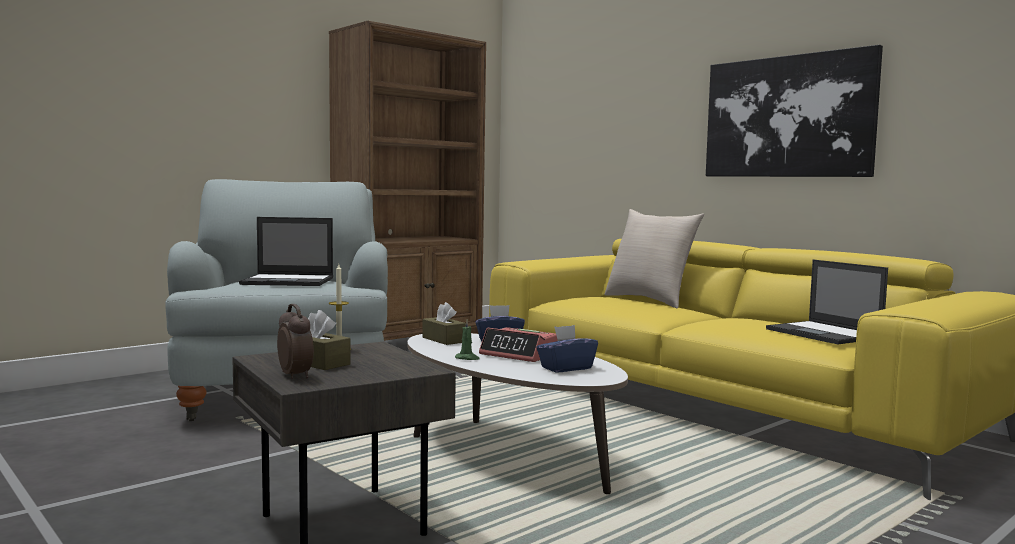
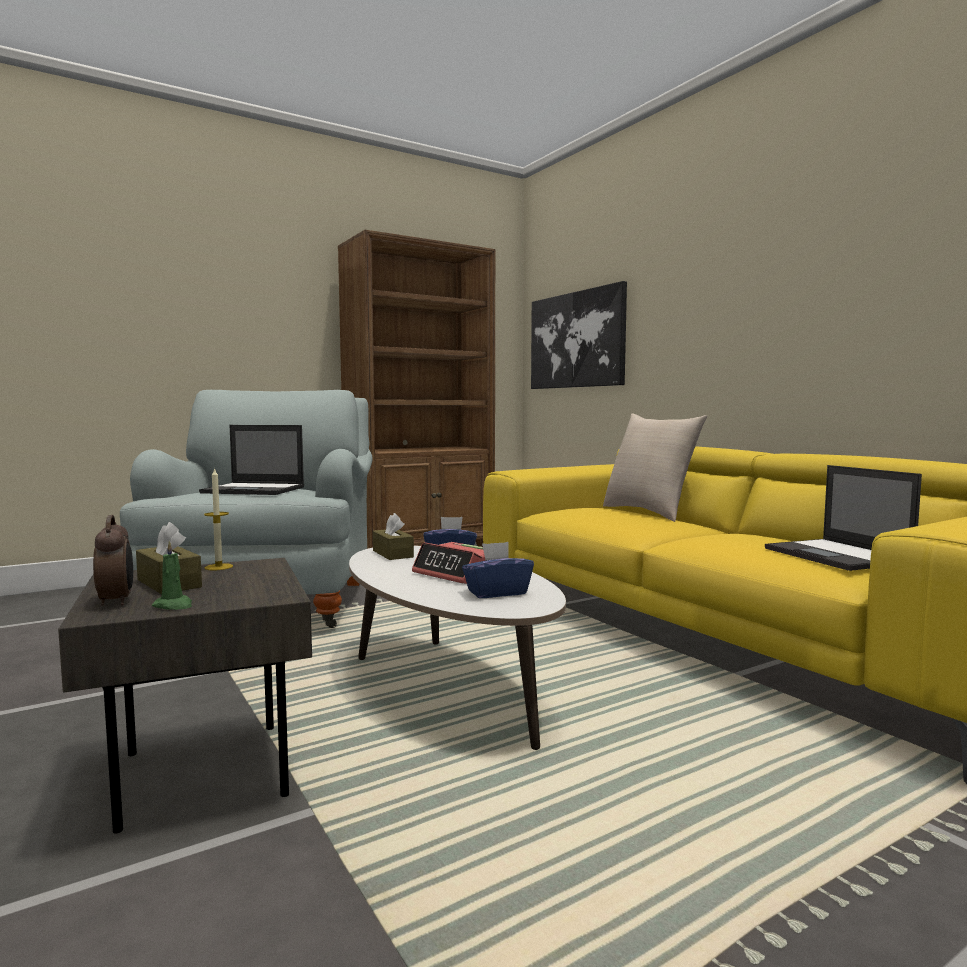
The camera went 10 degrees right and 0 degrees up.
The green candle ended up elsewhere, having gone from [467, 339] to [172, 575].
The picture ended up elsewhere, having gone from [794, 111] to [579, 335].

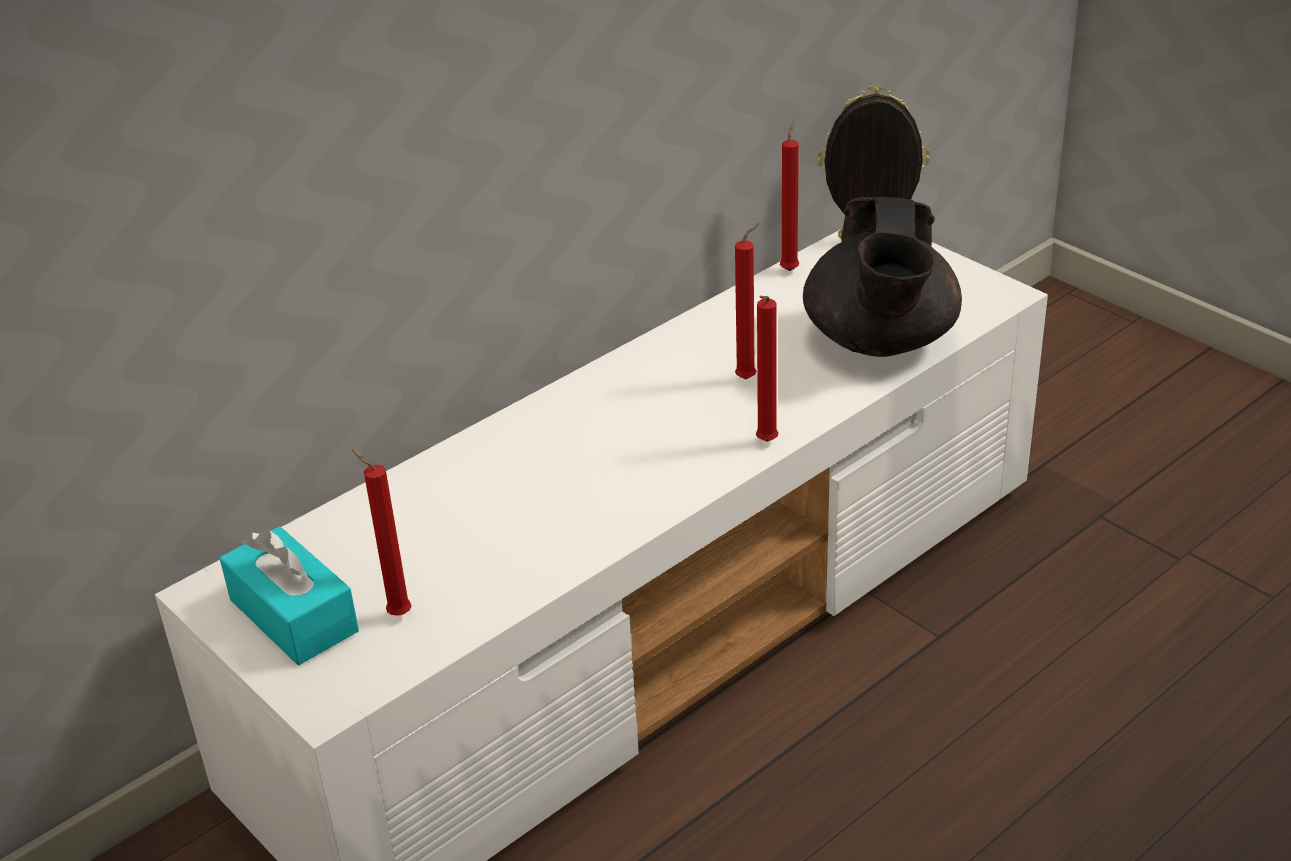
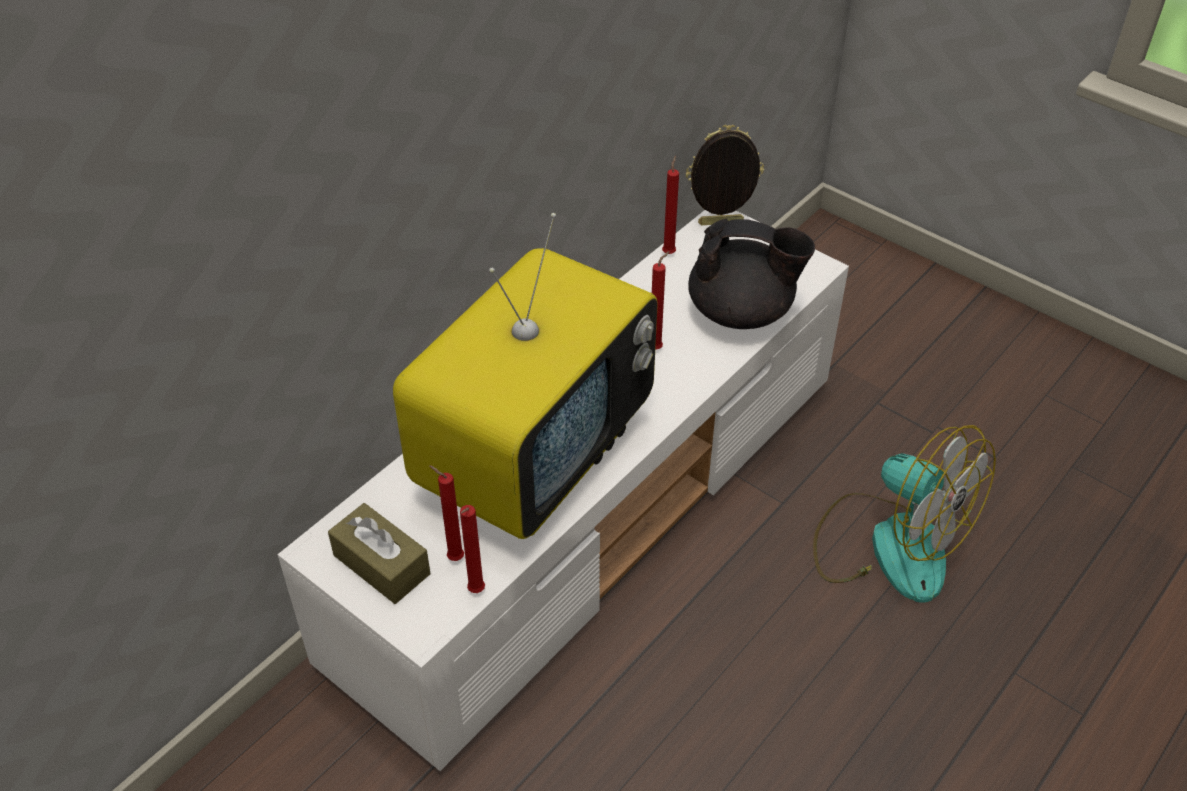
The camera went 10 degrees left and 10 degrees up.
The second view gained the television at [525, 376].
The second view gained the fan at [904, 514].
The red candle ended up elsewhere, having gone from [767, 369] to [472, 549].
What was the turquoise tissue box at [289, 595] turned into the brown tissue box at [379, 553].
The black teapot at [882, 277] ended up facing another way, 75 degrees counterclockwise from before.

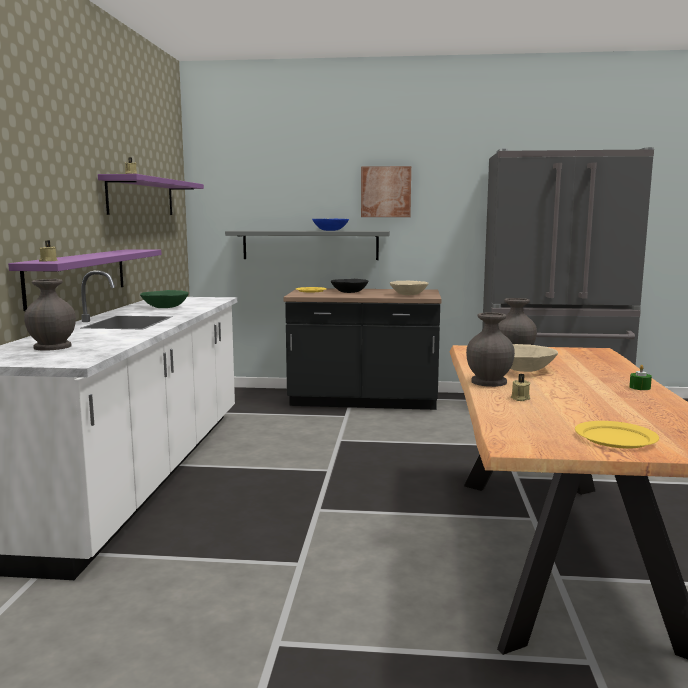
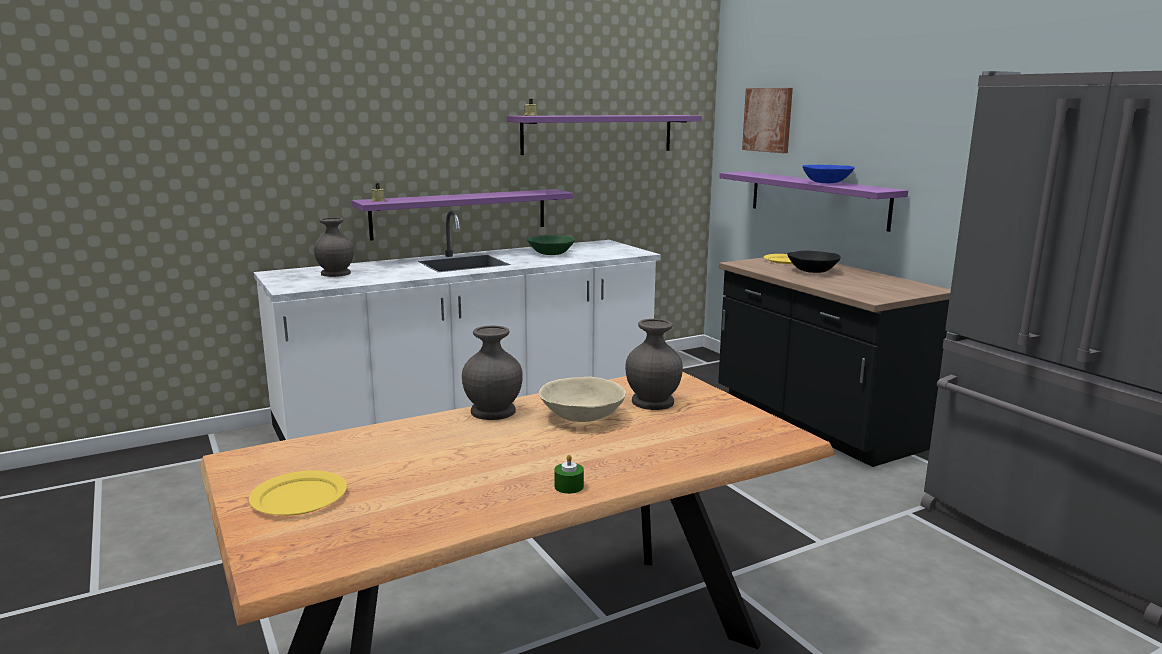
The camera went 55 degrees right and 5 degrees up.
The second view lost the beige bowl at [409, 288].
The second view lost the beige candle at [520, 387].
The picture ended up elsewhere, having gone from [386, 191] to [767, 120].
What was the grey shelf at [307, 245] turned into the purple shelf at [813, 201].

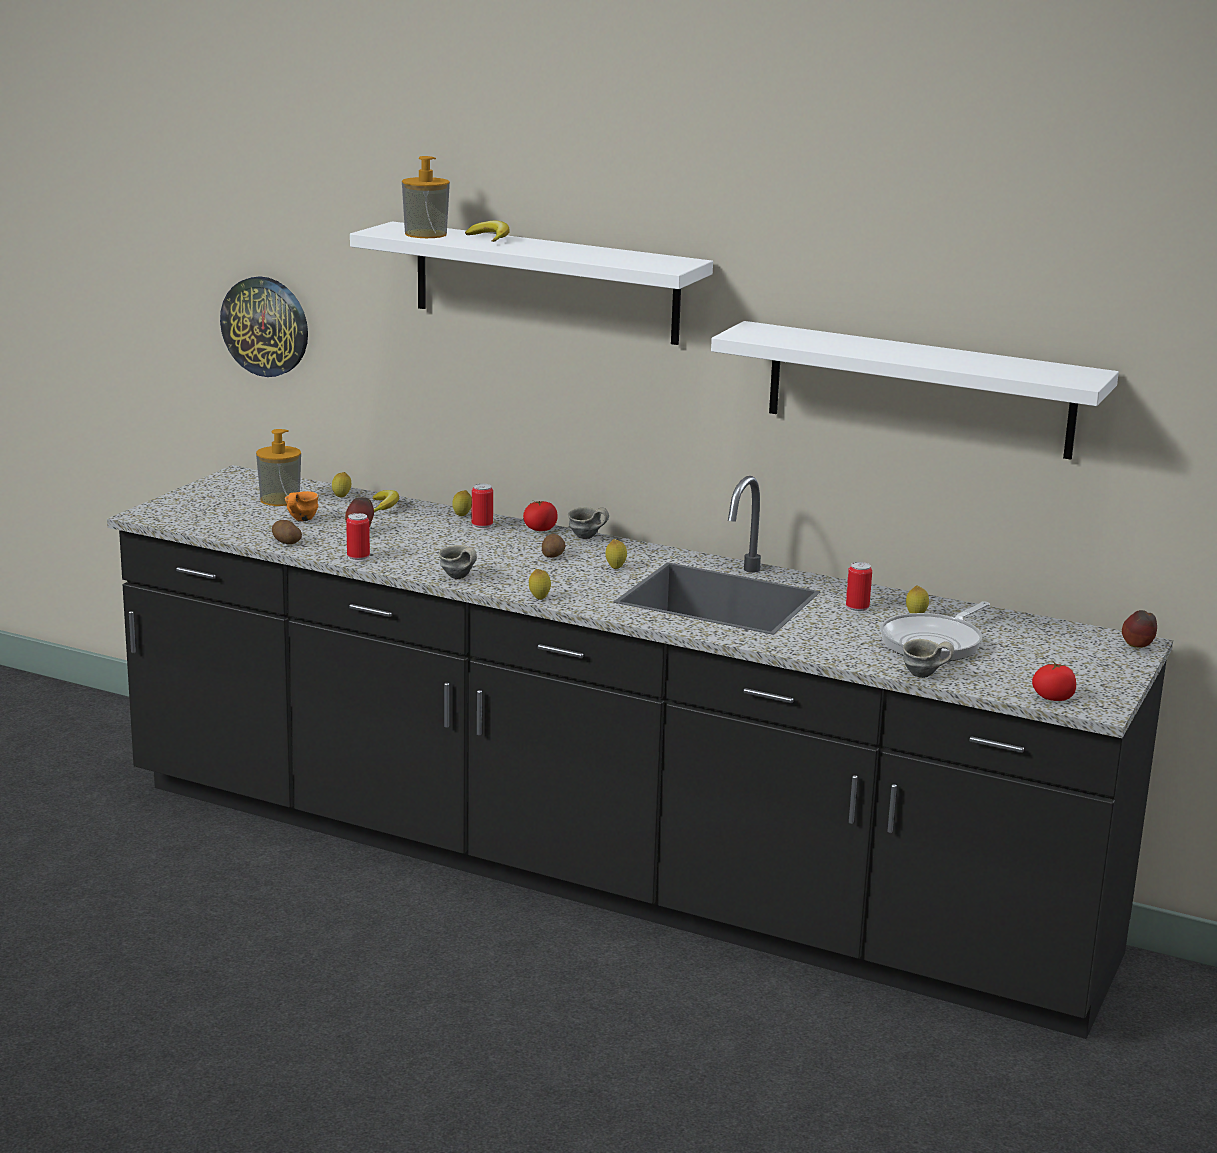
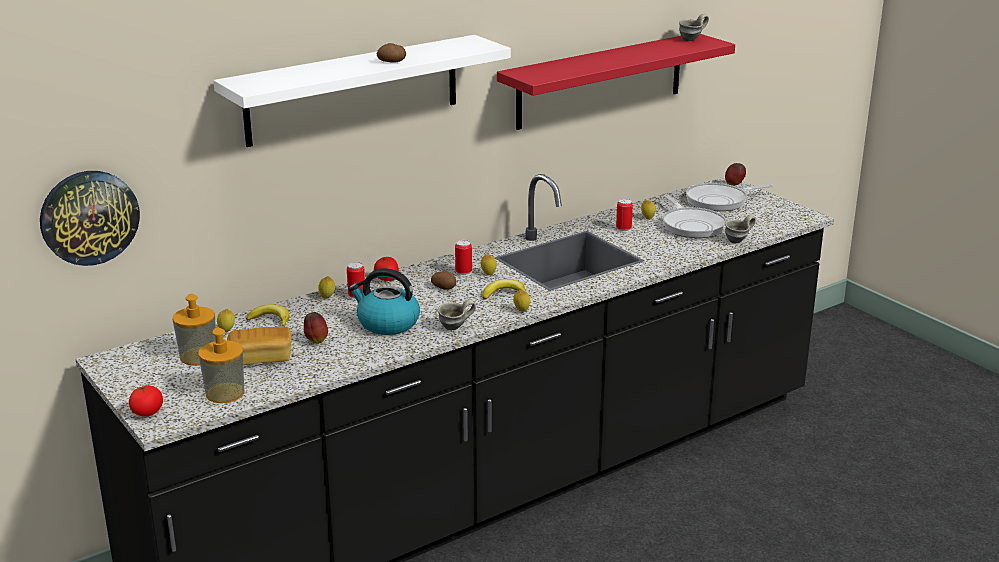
The camera went 60 degrees left and 5 degrees up.
The second view gained the kettle at [384, 301].
The second view gained the frying pan at [729, 197].
The potato ended up elsewhere, having gone from [287, 532] to [391, 53].
The can ended up elsewhere, having gone from [358, 537] to [463, 258].
The soap dispenser ended up elsewhere, having gone from [426, 197] to [221, 365].
The banana ended up elsewhere, having gone from [487, 231] to [504, 289].
The grey mug ended up elsewhere, having gone from [588, 523] to [694, 27].
The tomato ended up elsewhere, having gone from [1054, 681] to [146, 401].
Where the orange mug stood at [302, 506], the bread came to stand at [259, 346].
What was the white shelf at [915, 390] turned into the red shelf at [616, 82].

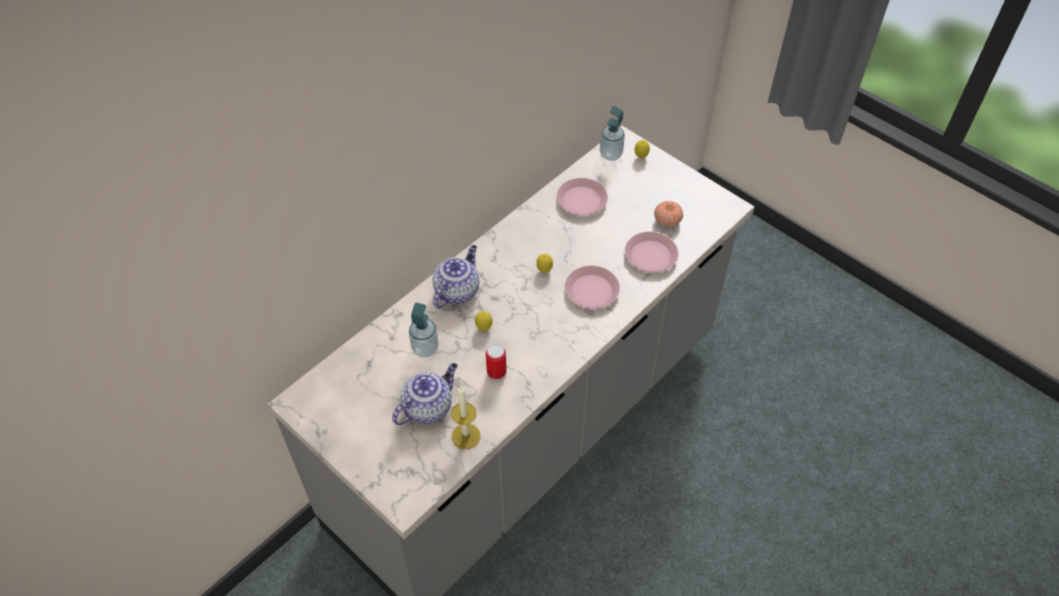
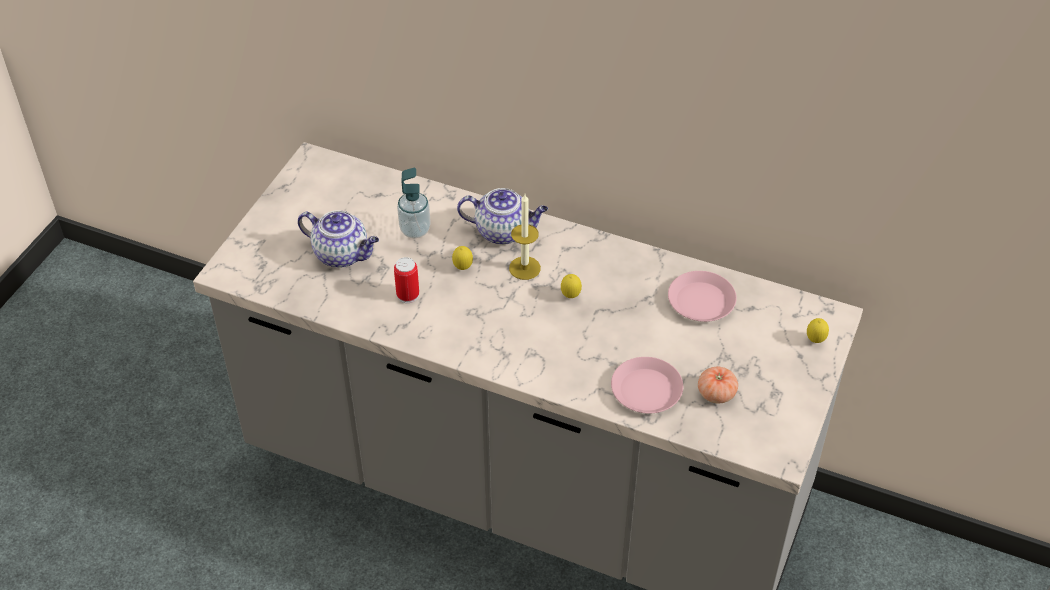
The camera went 70 degrees right and 5 degrees down.
The second view lost the pink plate at [592, 287].
The second view lost the soap dispenser at [612, 133].
The candle ended up elsewhere, having gone from [465, 417] to [525, 237].

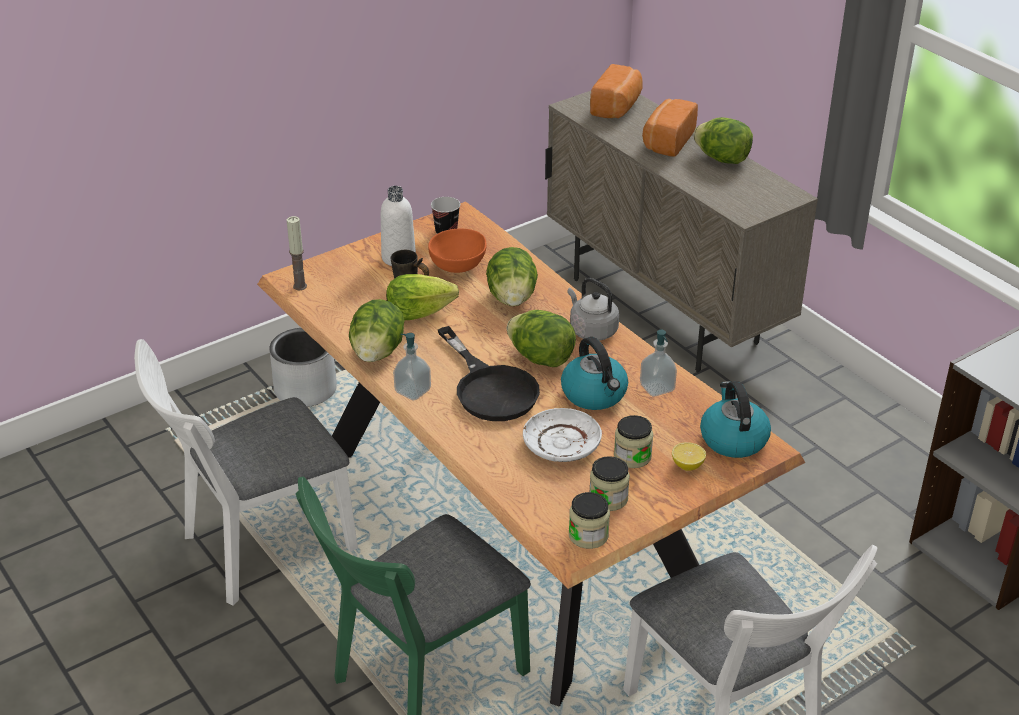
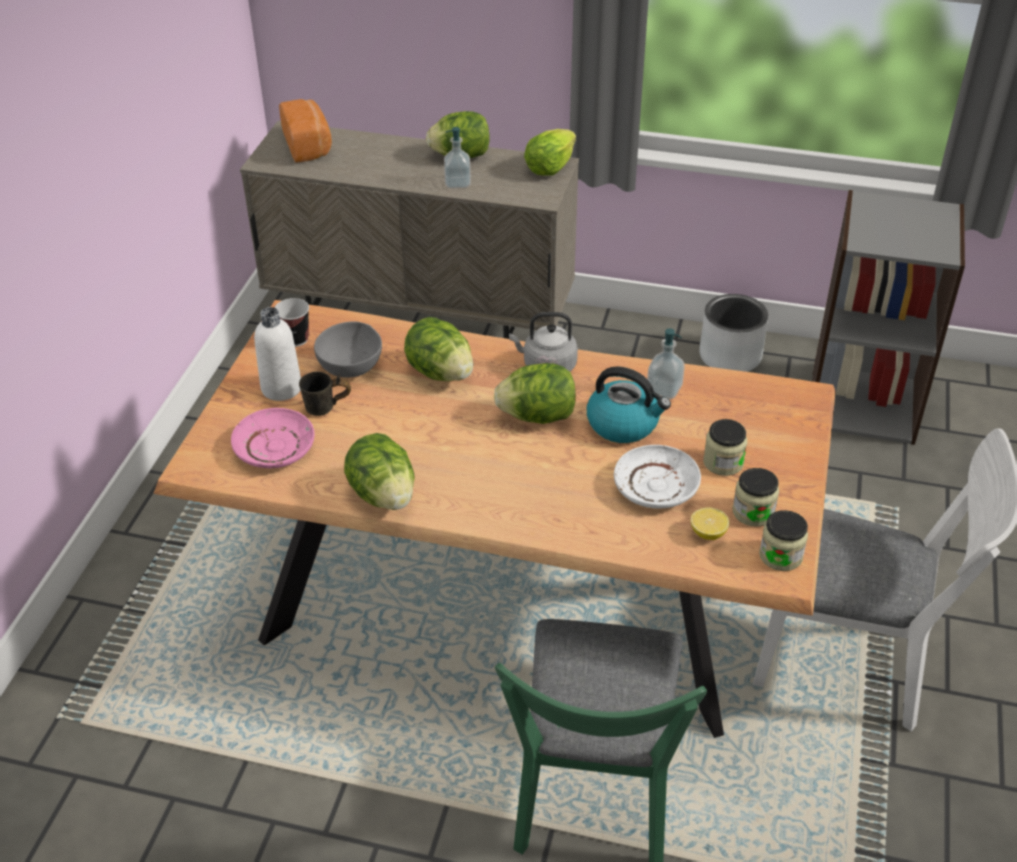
The camera went 40 degrees left and 5 degrees up.
The second view lost the white chair at [246, 472].
The second view lost the candle at [297, 253].
The second view lost the black frying pan at [489, 373].
The second view lost the bread at [670, 128].
The second view lost the kettle at [735, 419].
The second view gained the pink plate at [272, 438].
The grey planter ended up elsewhere, having gone from [303, 367] to [733, 333].
The lettuce ended up elsewhere, having gone from [422, 297] to [550, 152].
The soap dispenser ended up elsewhere, having gone from [412, 366] to [457, 157].
The lemon ended up elsewhere, having gone from [689, 456] to [710, 523].
What was the orange bowl at [457, 250] turned into the grey bowl at [348, 349].

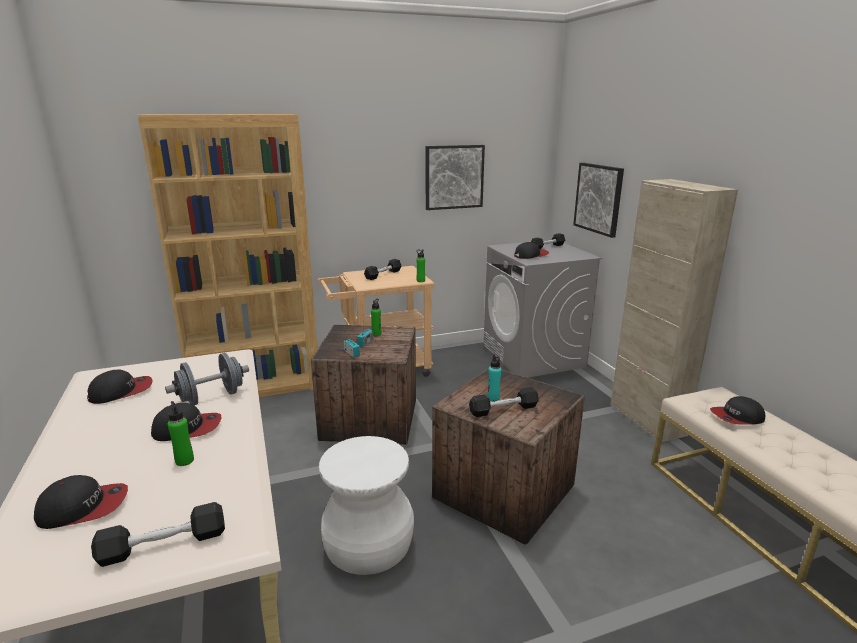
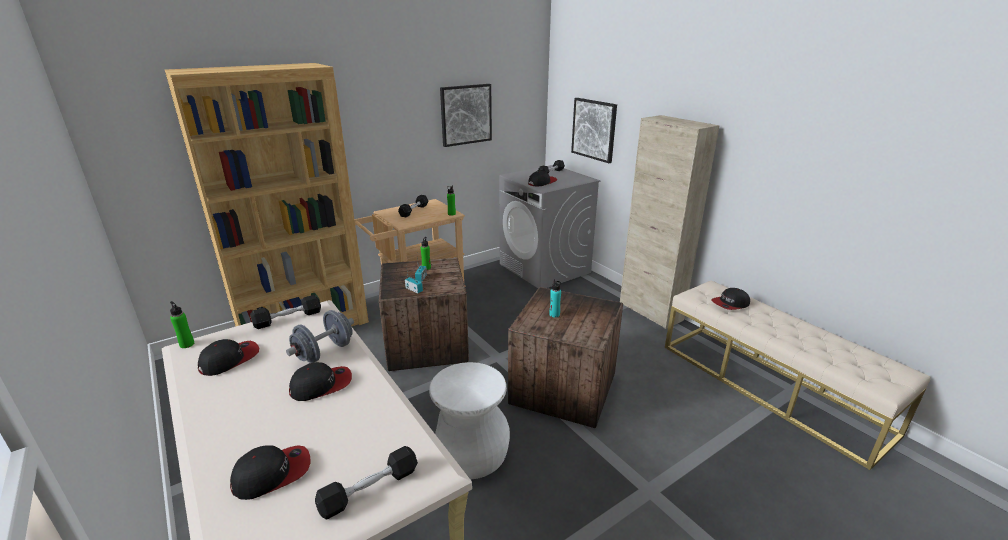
The camera went 15 degrees left and 5 degrees up.
The green bottle ended up elsewhere, having gone from [181, 433] to [182, 324].
The black dumbbell ended up elsewhere, having gone from [504, 402] to [285, 312].

